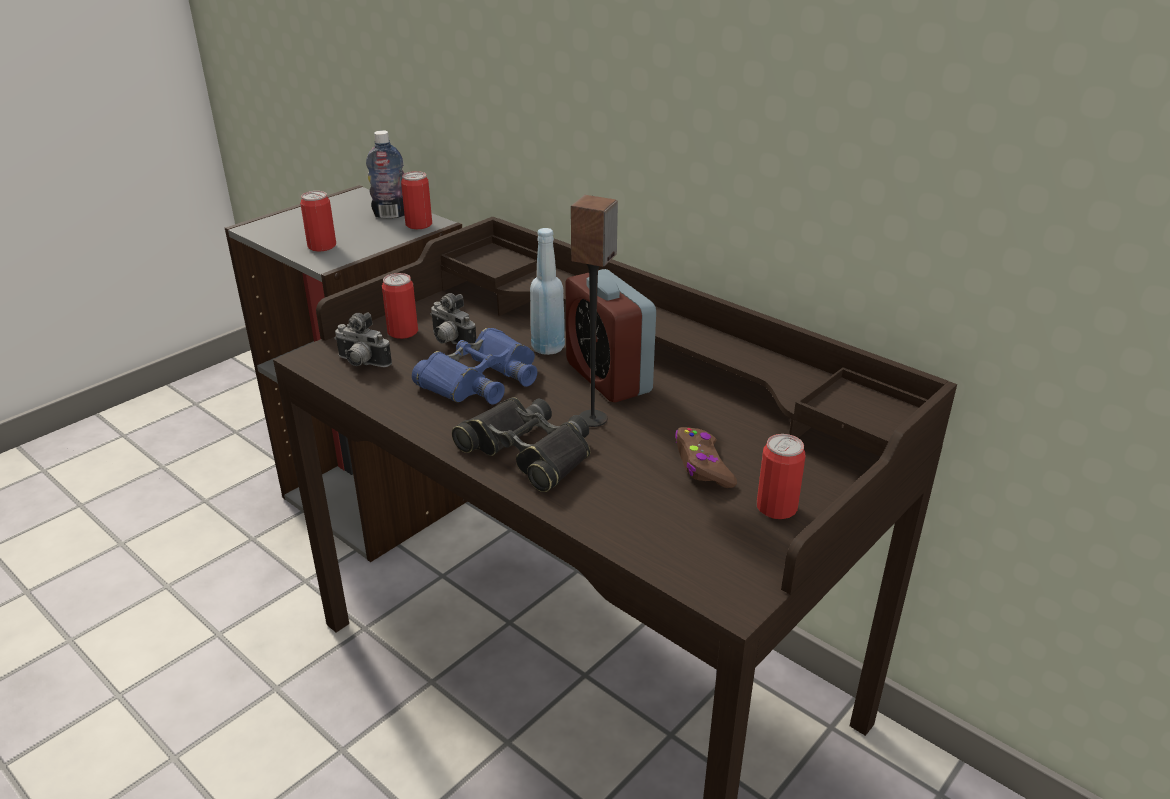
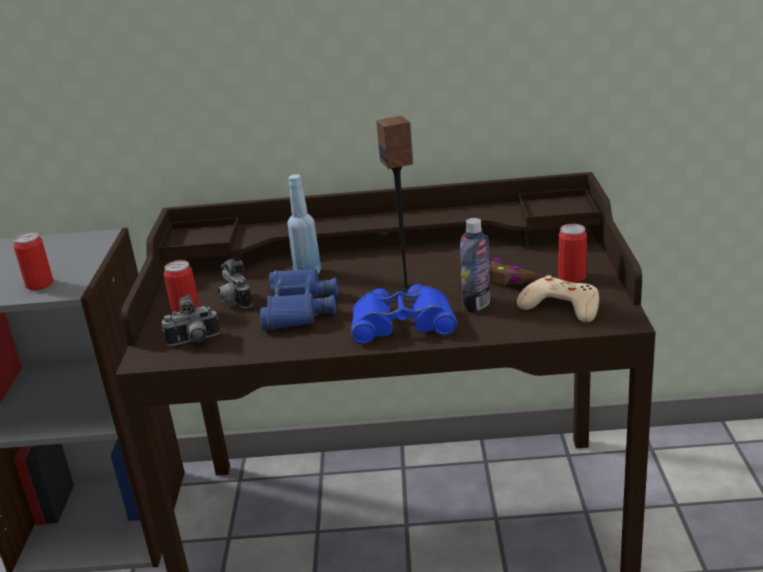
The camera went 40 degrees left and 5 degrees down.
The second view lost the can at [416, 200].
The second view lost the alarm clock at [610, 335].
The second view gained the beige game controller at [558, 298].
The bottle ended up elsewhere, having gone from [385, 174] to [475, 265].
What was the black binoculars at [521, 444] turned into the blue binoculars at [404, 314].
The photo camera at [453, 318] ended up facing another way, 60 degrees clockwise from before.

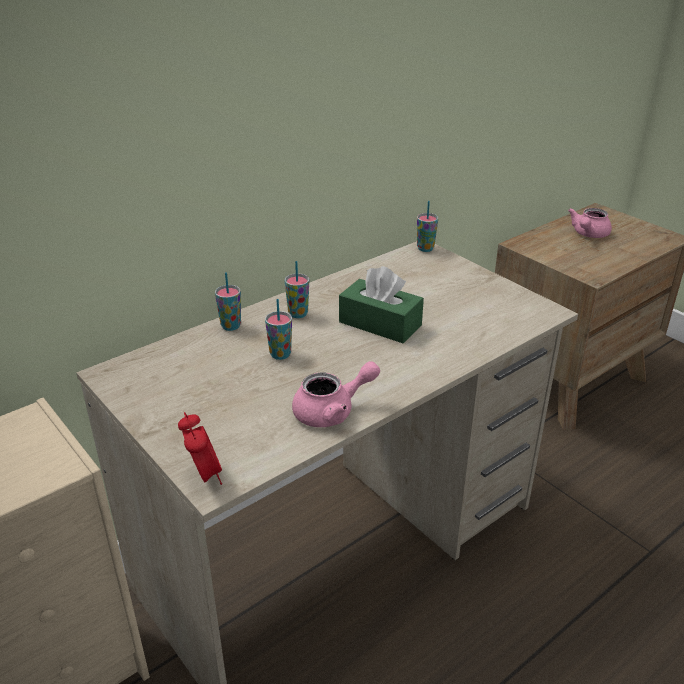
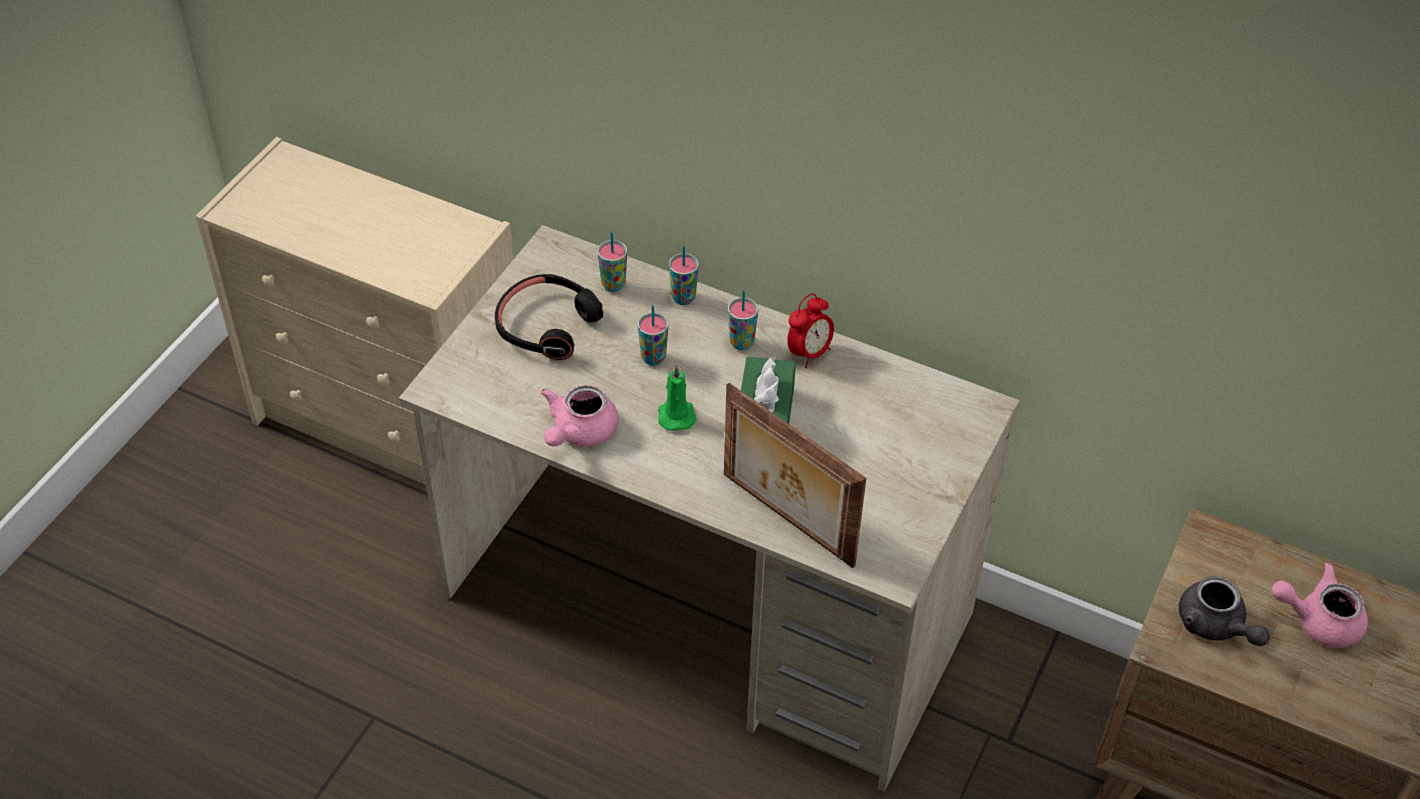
The camera went 65 degrees right and 15 degrees up.
The second view gained the black headphones at [549, 317].
The second view gained the green candle at [677, 398].
The second view gained the picture frame at [795, 475].
The second view gained the grey teapot at [1224, 611].
The alarm clock ended up elsewhere, having gone from [200, 448] to [810, 330].
The cup ended up elsewhere, having gone from [427, 226] to [612, 262].
The pink teapot at [336, 394] ended up facing another way, 75 degrees clockwise from before.

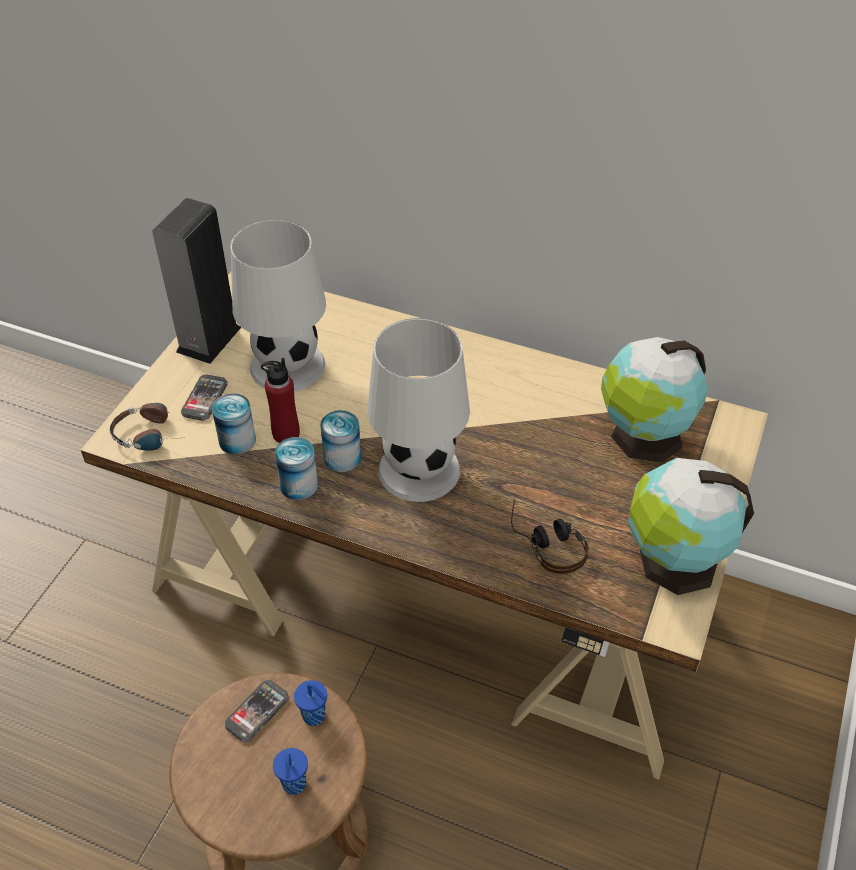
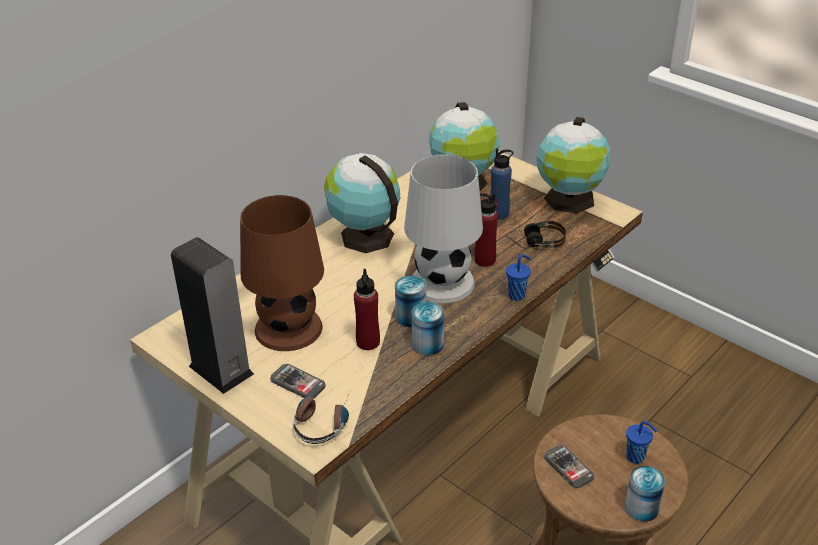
The camera went 70 degrees left and 10 degrees down.
The second view gained the globe at [362, 203].
The second view gained the red bottle at [486, 230].
The second view gained the blue bottle at [501, 184].
The can ended up elsewhere, having gone from [234, 424] to [645, 494].
The blue cup ended up elsewhere, having gone from [310, 703] to [518, 277].
What was the white table lamp at [278, 305] turned into the brown table lamp at [282, 273].

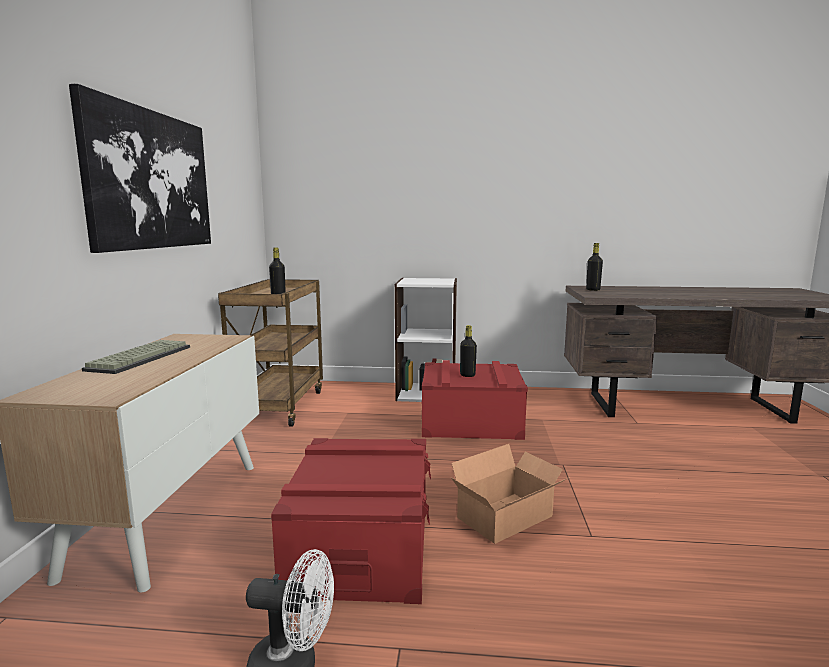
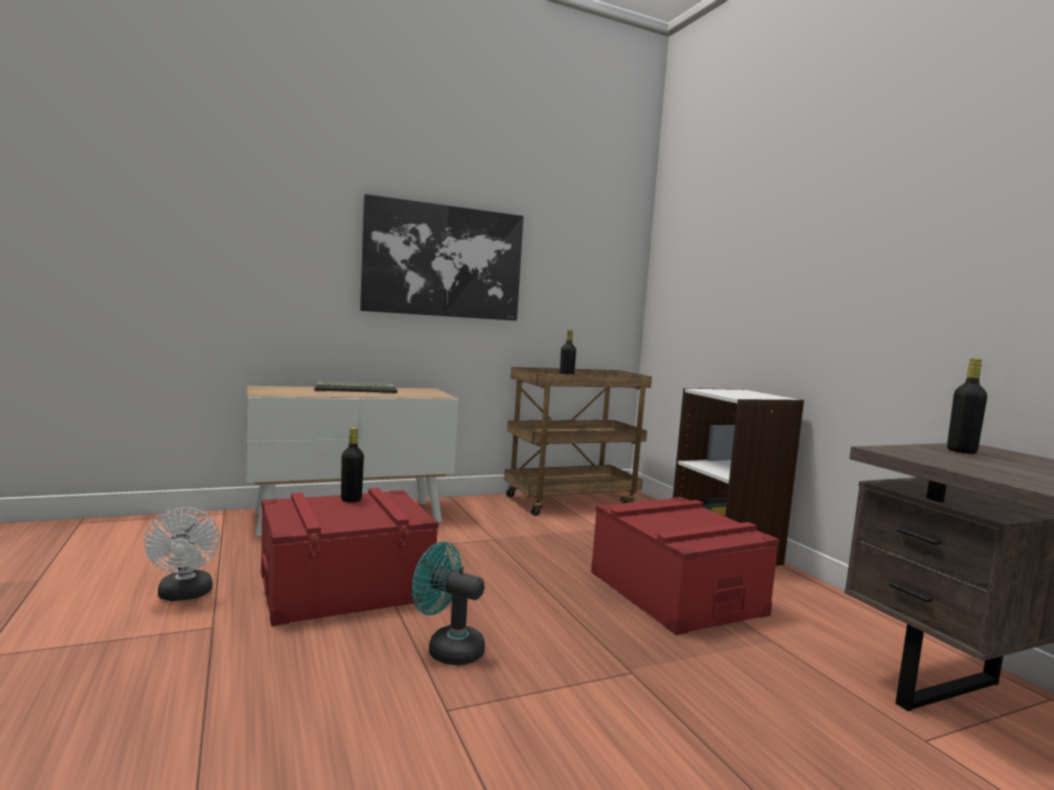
The camera went 60 degrees right and 5 degrees down.
The black bottle ended up elsewhere, having gone from [468, 351] to [352, 465].
Where the cardboard box stood at [510, 494], the turquoise fan came to stand at [448, 604].

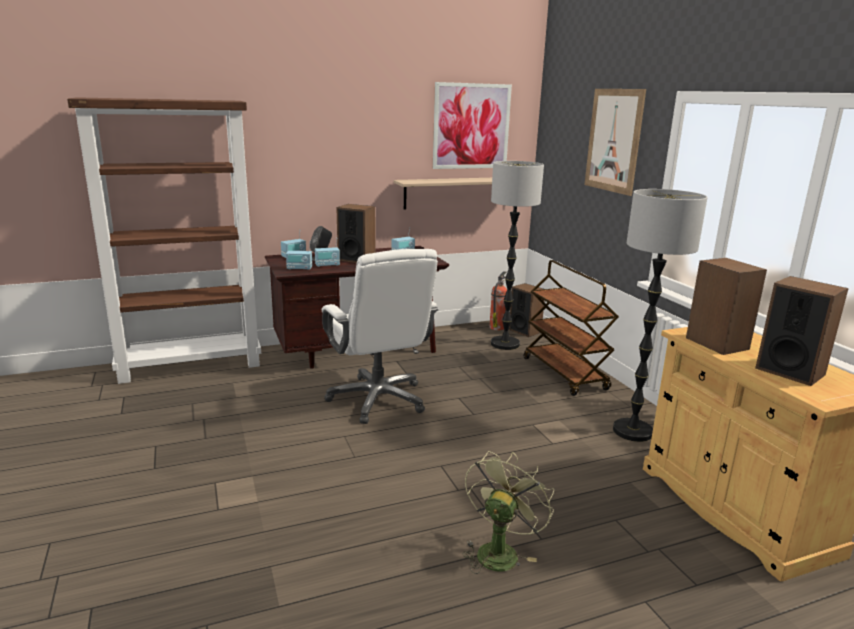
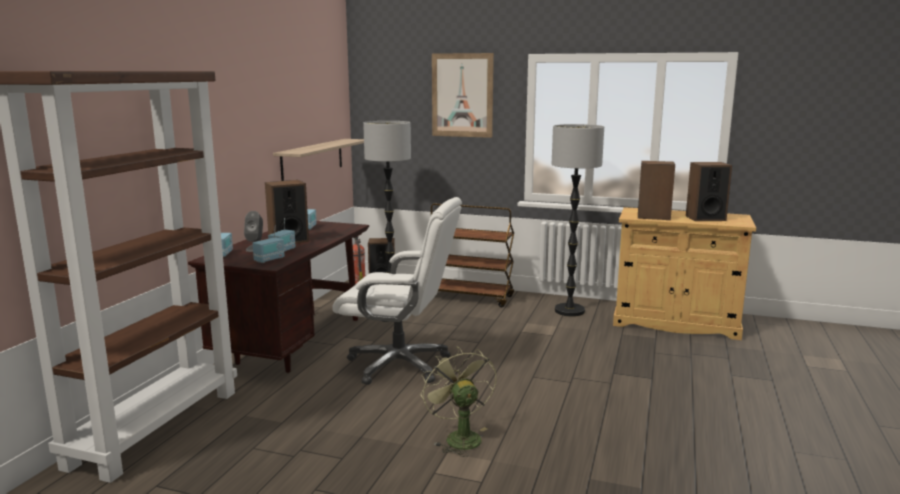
The camera went 50 degrees left and 5 degrees down.
The second view lost the picture at [472, 125].
The green fan ended up elsewhere, having gone from [508, 512] to [459, 401].

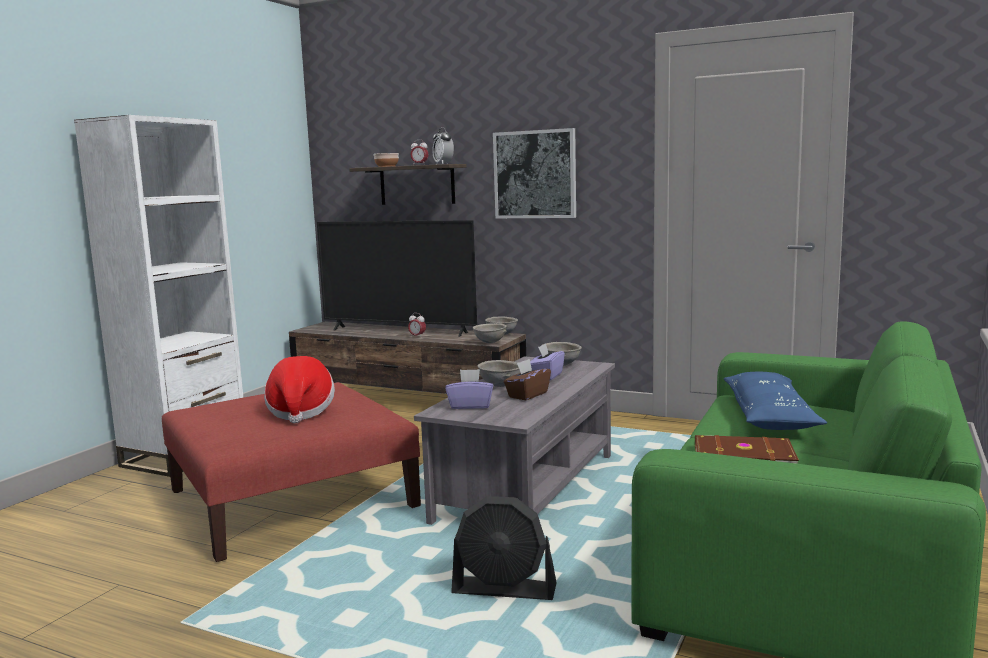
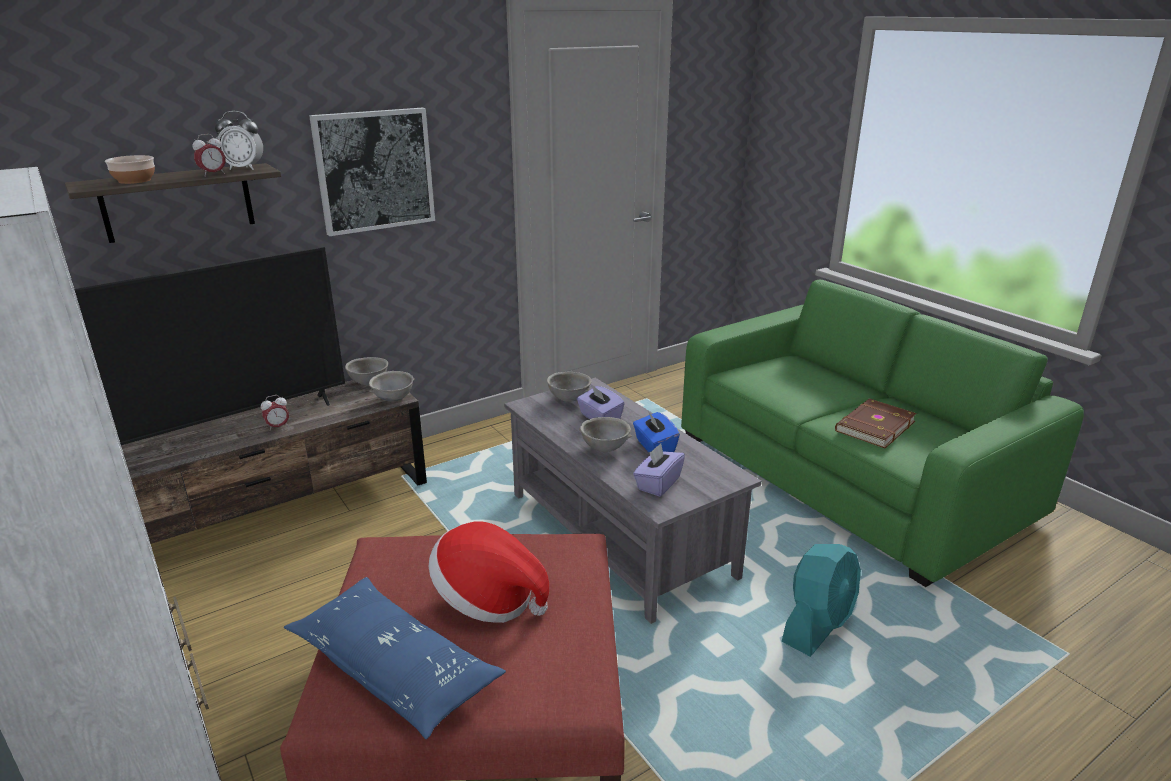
The camera went 60 degrees left and 15 degrees up.
The blue pillow ended up elsewhere, having gone from [775, 401] to [395, 658].
What was the black fan at [504, 548] turned into the turquoise fan at [821, 600].
What was the brown tissue box at [527, 379] turned into the blue tissue box at [656, 431].

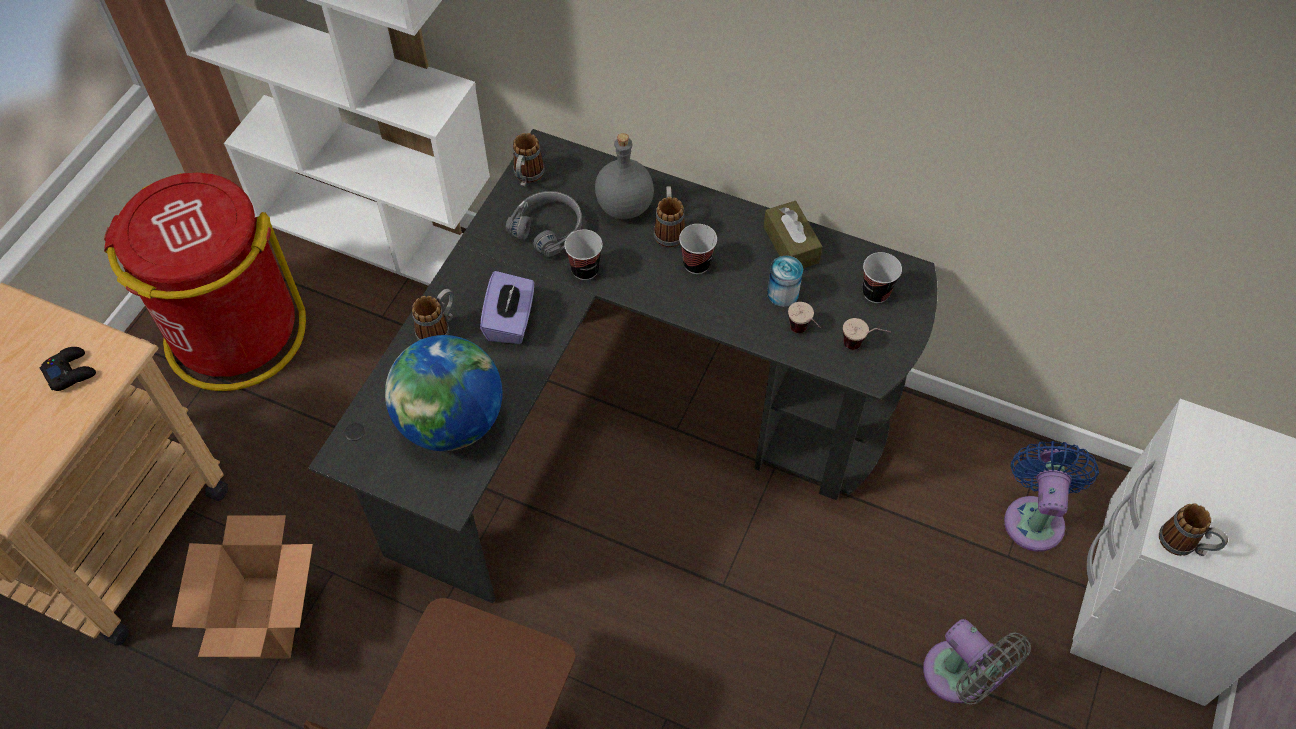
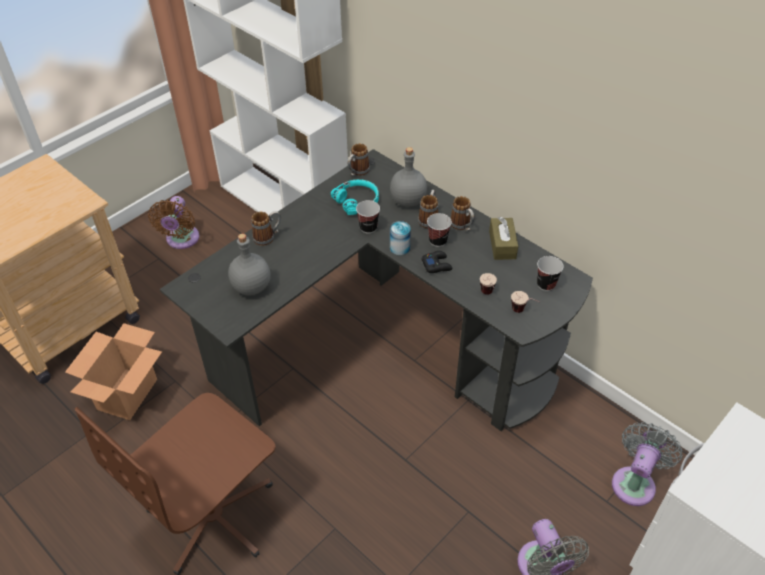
The camera went 20 degrees right and 10 degrees down.
The second view lost the purple tissue box at [507, 307].
The black game controller ended up elsewhere, having gone from [67, 369] to [436, 262].
The can ended up elsewhere, having gone from [785, 281] to [400, 238].
The mug ended up elsewhere, having gone from [1193, 530] to [462, 213].
Where the red trash can stood at [205, 282], the brown fan came to stand at [173, 222].
Where the globe stood at [443, 393], the grey bottle came to stand at [249, 264].
What was the grey headphones at [544, 224] turned into the turquoise headphones at [355, 197].
What was the blue fan at [1051, 496] turned into the grey fan at [647, 464].

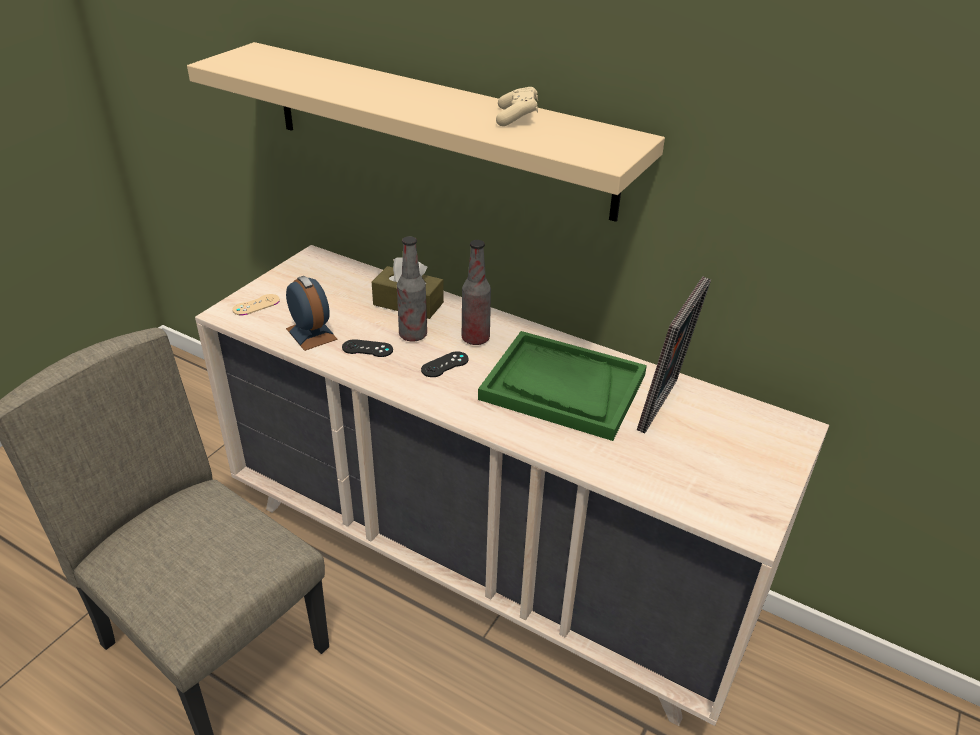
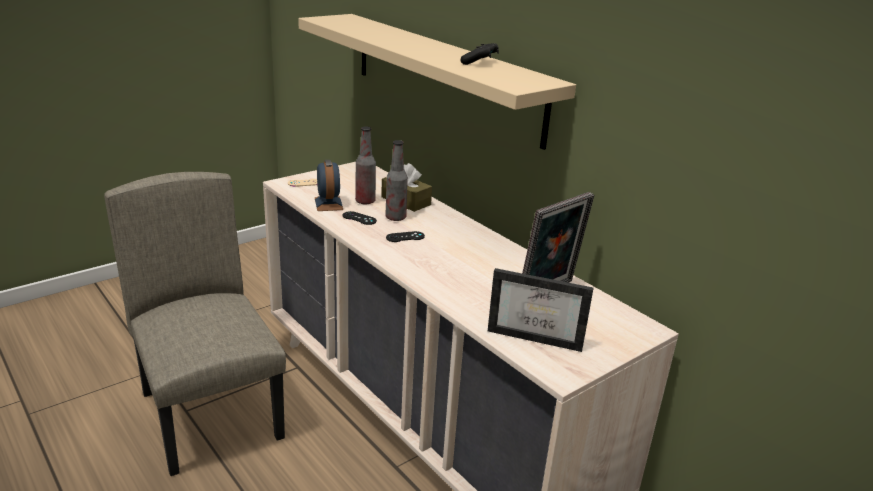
The camera went 20 degrees right and 10 degrees down.
The second view lost the green tray at [562, 386].
The second view gained the picture frame at [540, 310].
The bottle ended up elsewhere, having gone from [476, 292] to [365, 165].
What was the beige game controller at [517, 106] turned into the black game controller at [480, 54].

